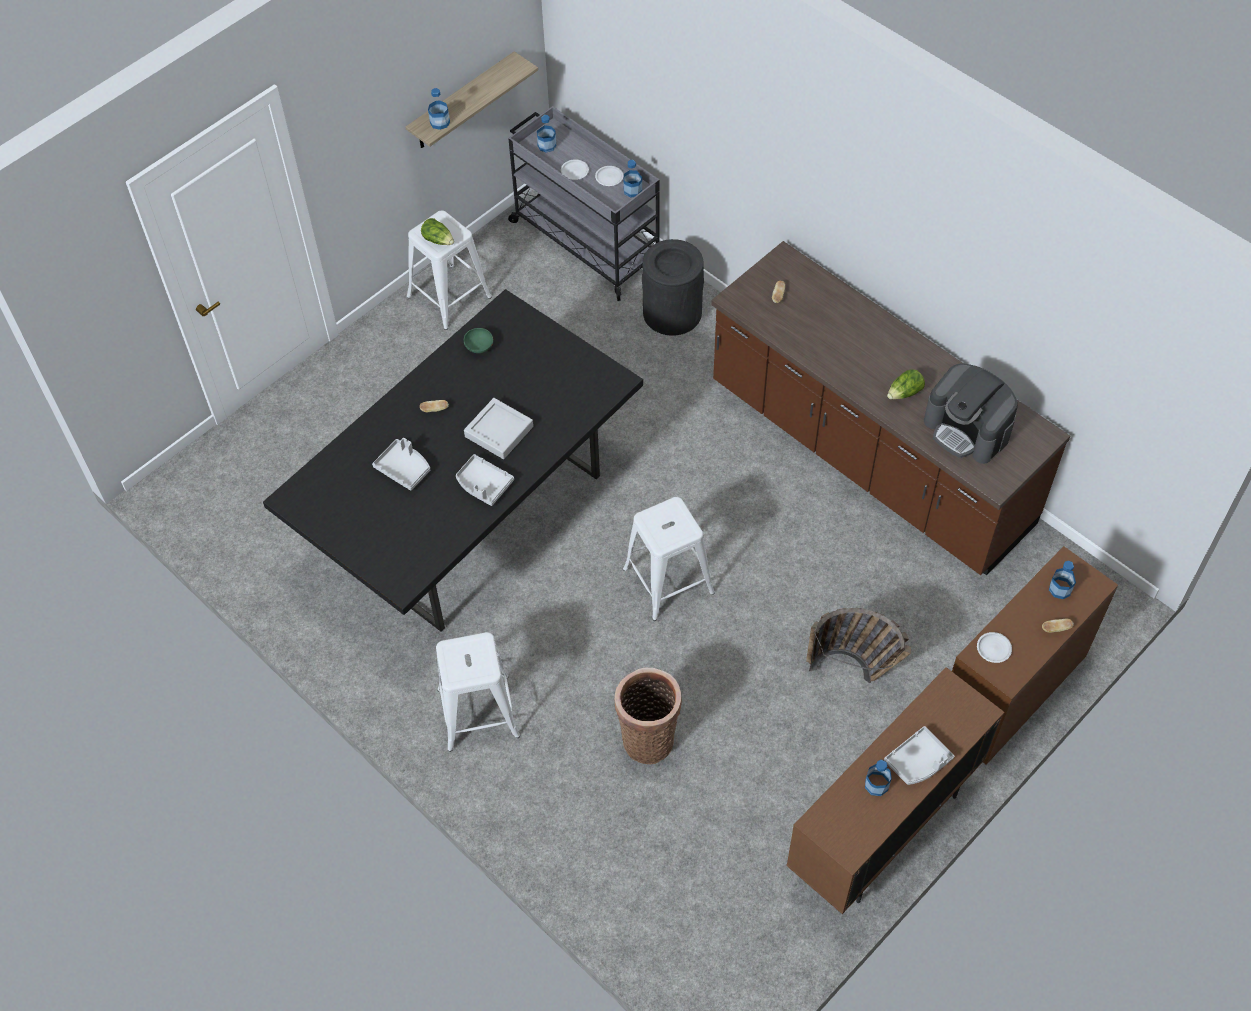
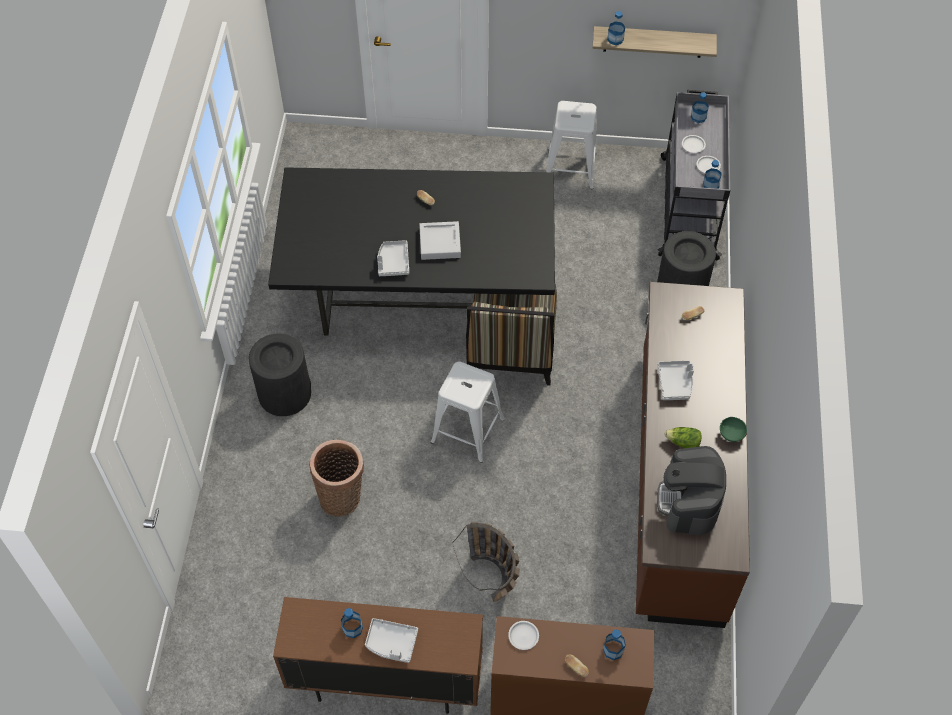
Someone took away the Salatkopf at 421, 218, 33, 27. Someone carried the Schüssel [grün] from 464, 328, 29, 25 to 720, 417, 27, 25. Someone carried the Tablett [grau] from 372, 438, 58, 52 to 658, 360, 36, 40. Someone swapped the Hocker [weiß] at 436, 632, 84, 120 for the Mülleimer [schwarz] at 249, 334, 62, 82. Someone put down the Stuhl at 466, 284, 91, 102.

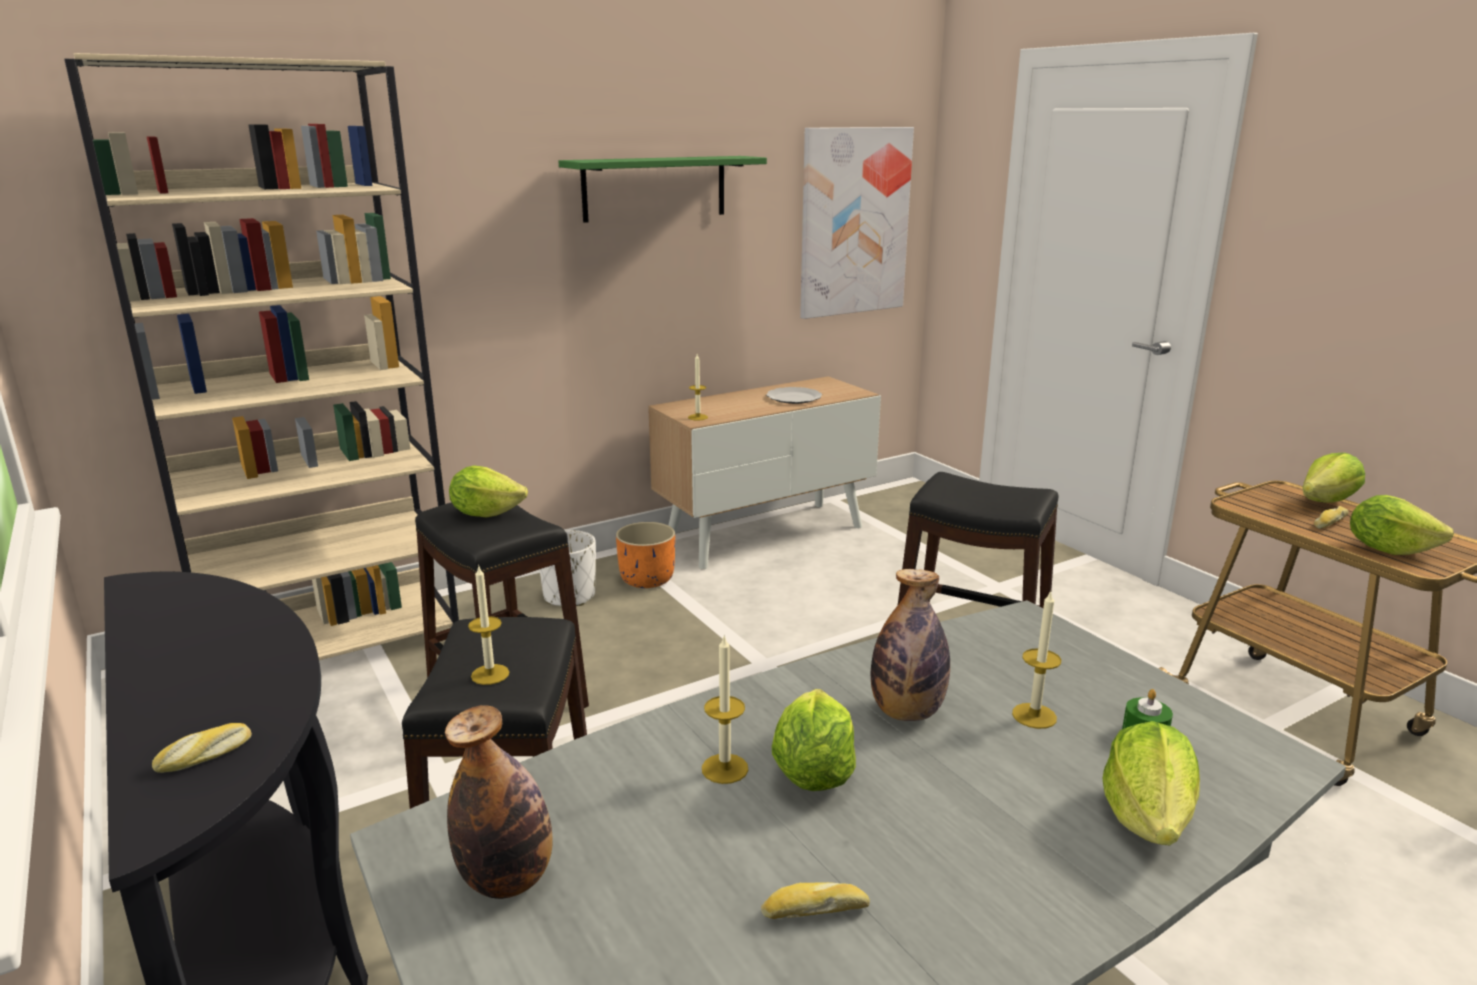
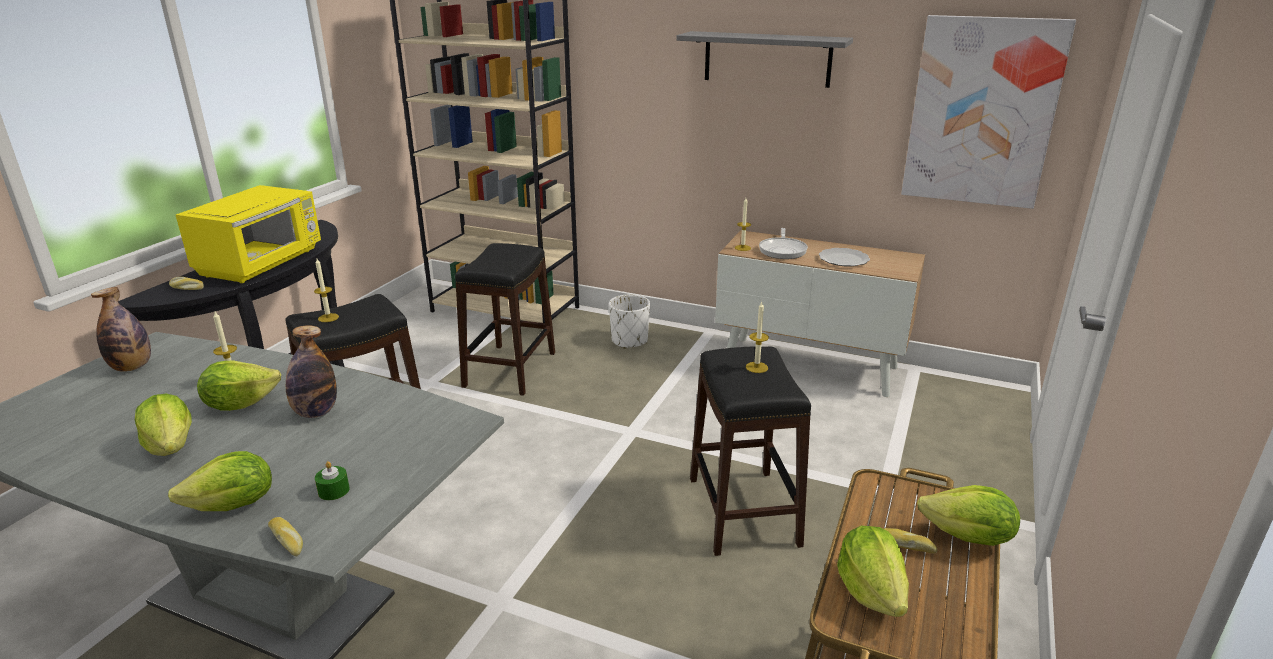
Someone repainted the Wandregal [grün] at 559, 156, 208, 67, which became the Wandregal [grau] at 676, 31, 177, 57. Someone carried the Salatkopf from 449, 466, 79, 52 to 135, 393, 57, 63. Someone took away the Pflanzkübel [orange] at 616, 522, 59, 66. Someone carried the Kerze from 1012, 590, 49, 139 to 746, 302, 23, 71. Someone carried the Brot from 761, 882, 109, 37 to 268, 517, 35, 39. Someone put down the Mikrowelle [gelb] at 176, 185, 145, 98. Someone put down the Pfanne at 759, 228, 49, 31.

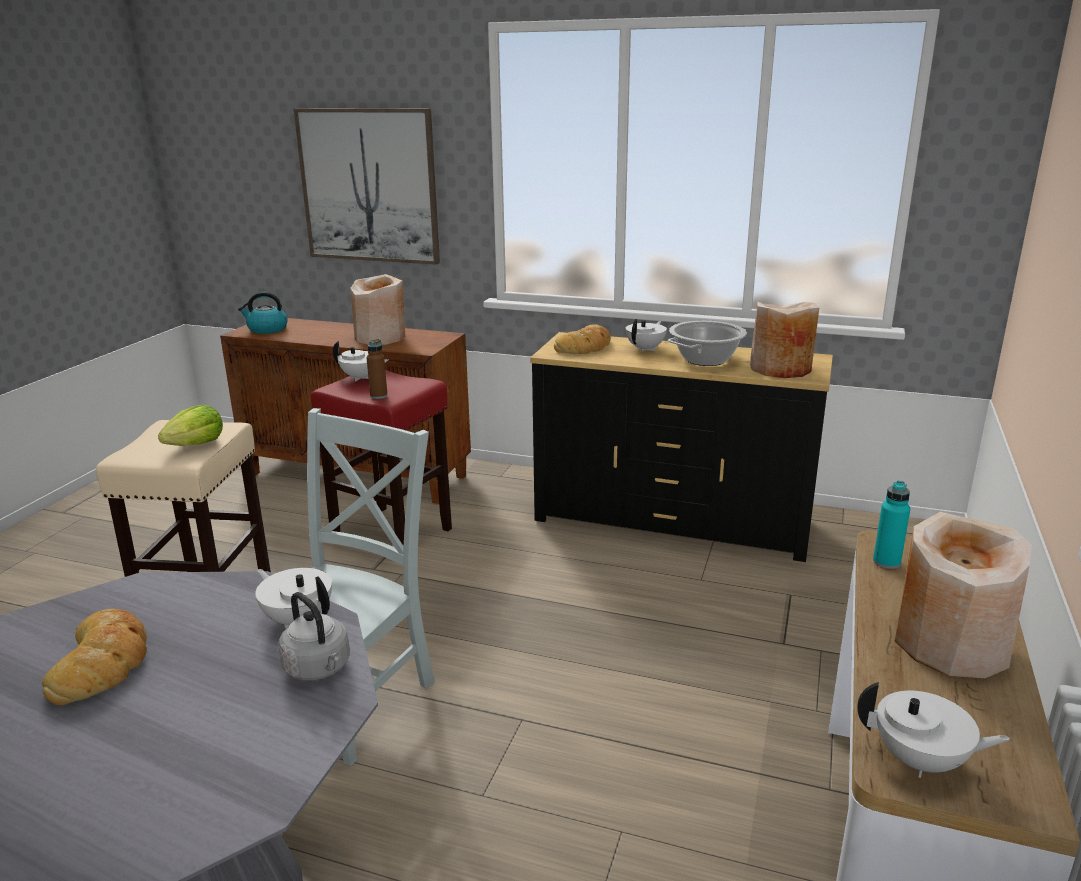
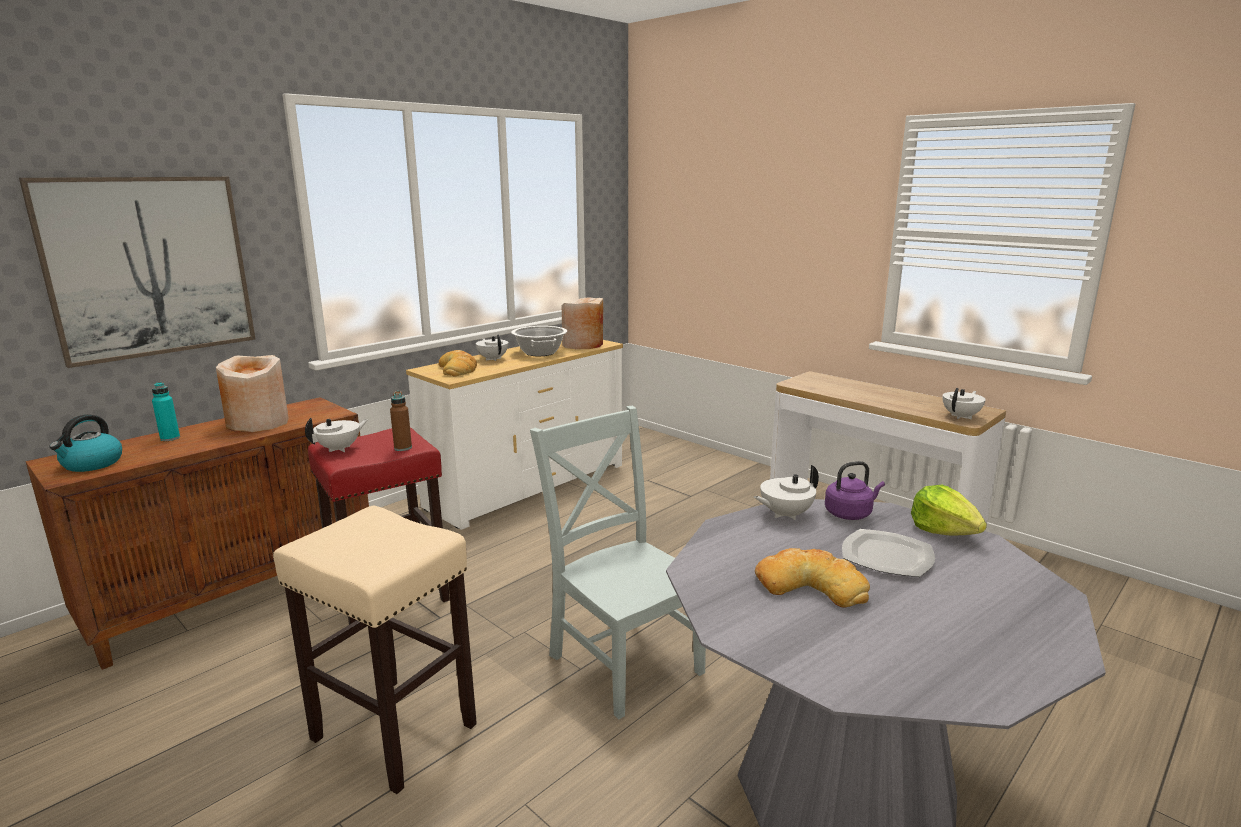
Someone repainted the Kommode [schwarz] at 530, 332, 303, 230, which became the Kommode [weiß] at 406, 340, 217, 190. Someone carried the Salatkopf from 158, 405, 65, 41 to 911, 484, 76, 51. Someone carried the Flasche [türkis] from 873, 481, 37, 88 to 152, 382, 28, 59. Someone took away the Vase [beige] at 895, 512, 137, 166. Someone repainted the Wasserkessel [grau] at 279, 592, 71, 89, which became the Wasserkessel [lila] at 825, 461, 60, 59. Someone put down the Teller at 842, 529, 93, 48.

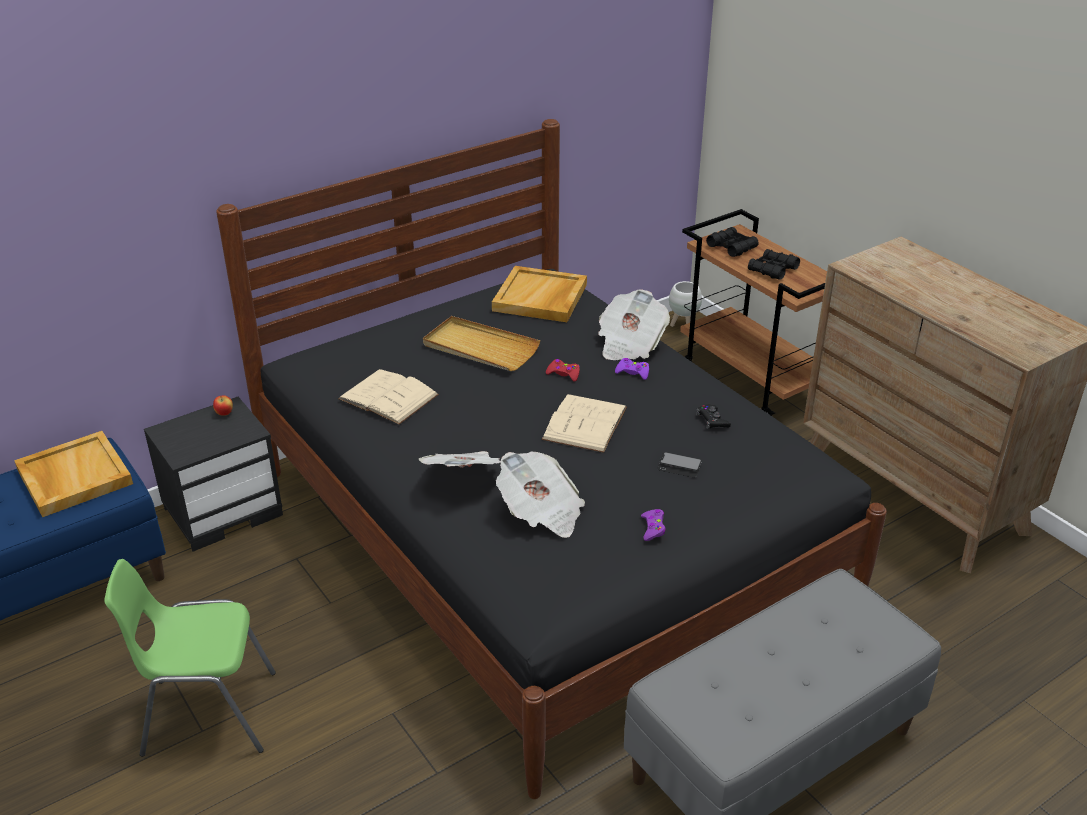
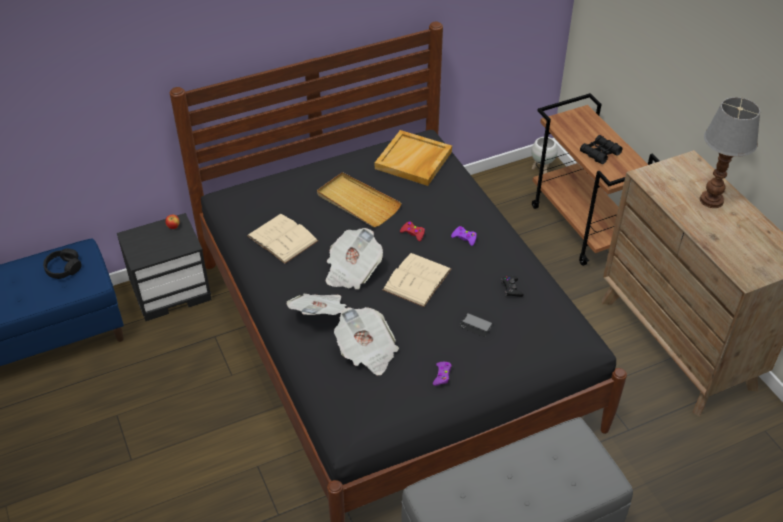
Someone took away the Fernglas [schwarz] at 706, 227, 53, 30. Someone carried the Zeitung from 598, 289, 72, 71 to 326, 228, 57, 61. Someone swapped the Tablett [beige] at 14, 431, 119, 86 for the Kopfhörer [schwarz] at 43, 248, 38, 31. Someone took away the Stuhl [grün] at 104, 559, 172, 198. Someone put down the Tischlampe at 700, 97, 60, 111.

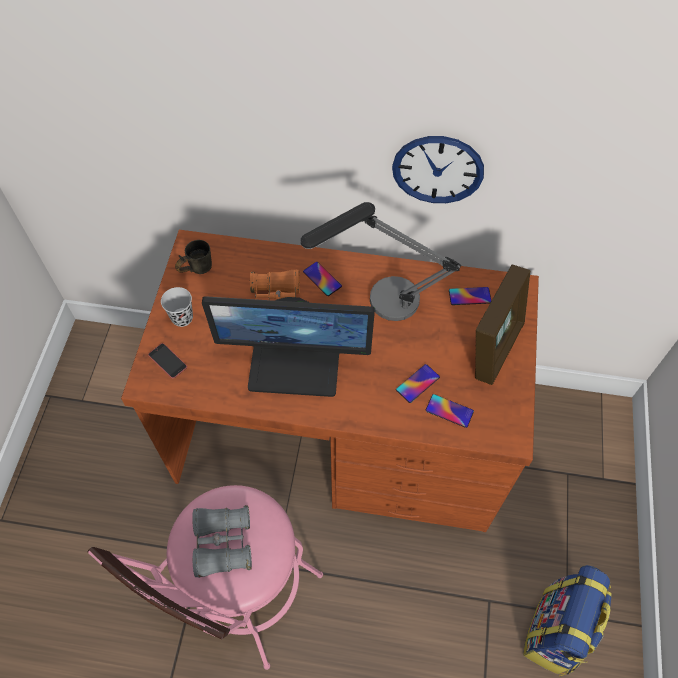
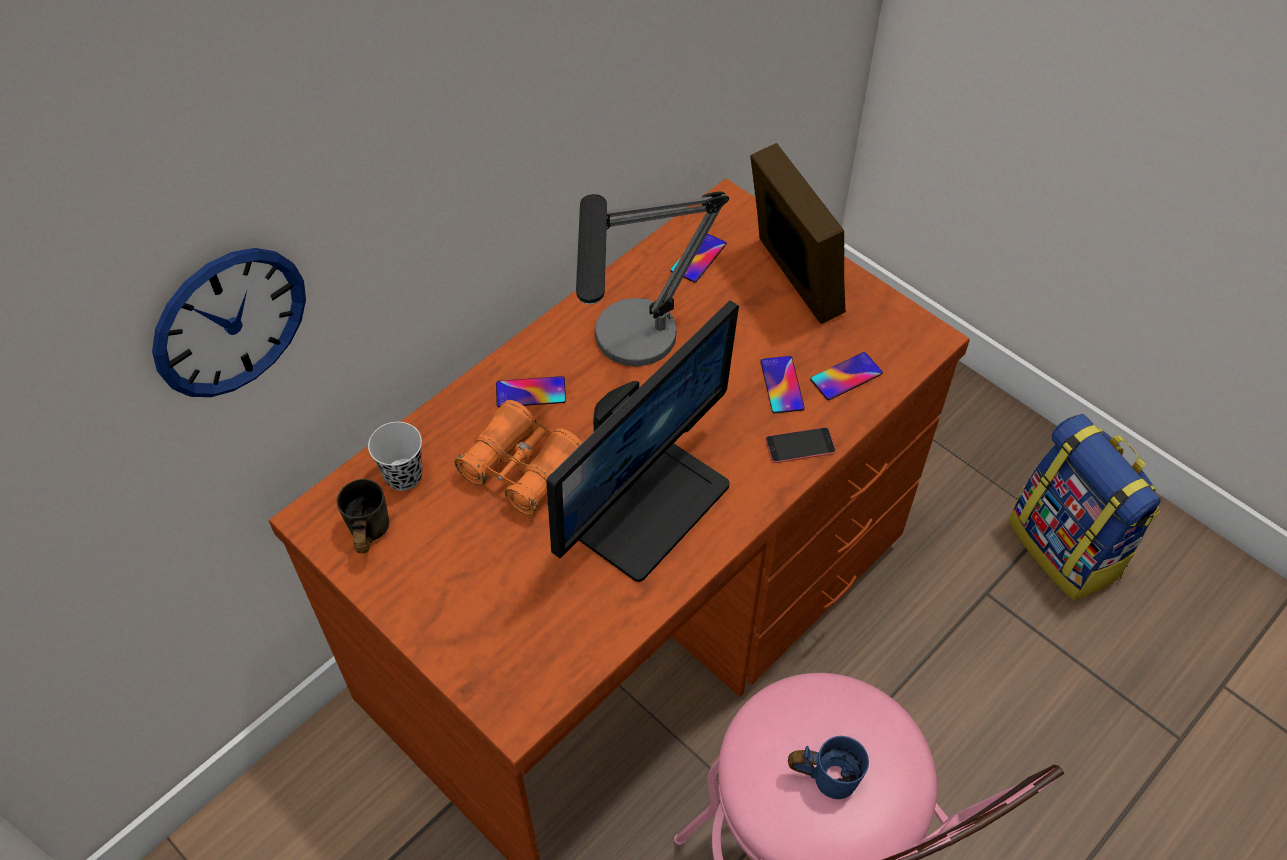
Someone carried the Wanduhr from 392, 136, 92, 67 to 152, 248, 154, 149. Someone carried the Tasse [schwarz] from 161, 287, 32, 40 to 368, 422, 55, 69. Someone carried the Handy from 148, 343, 39, 36 to 765, 427, 71, 36. Someone swapped the Fernglas [grau] at 192, 505, 60, 73 for the Henkelbecher [blau] at 788, 736, 81, 63.

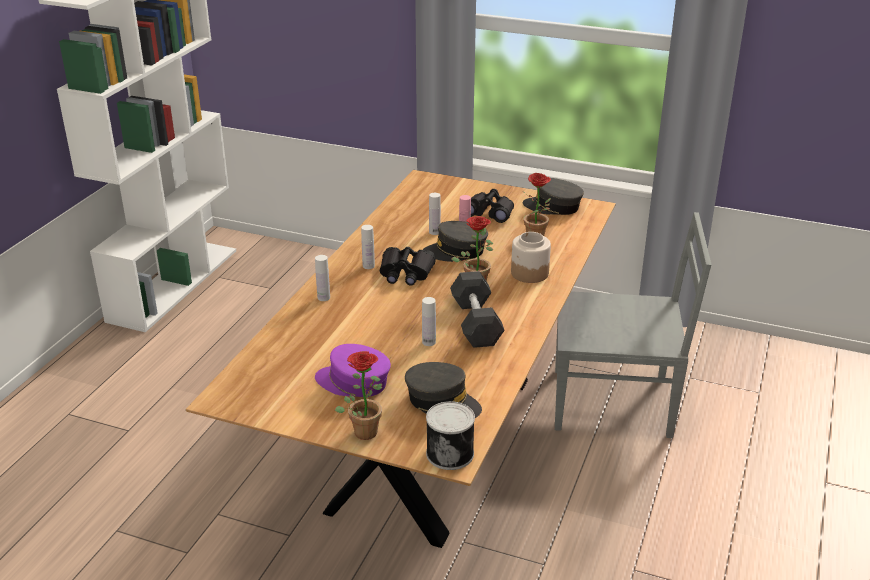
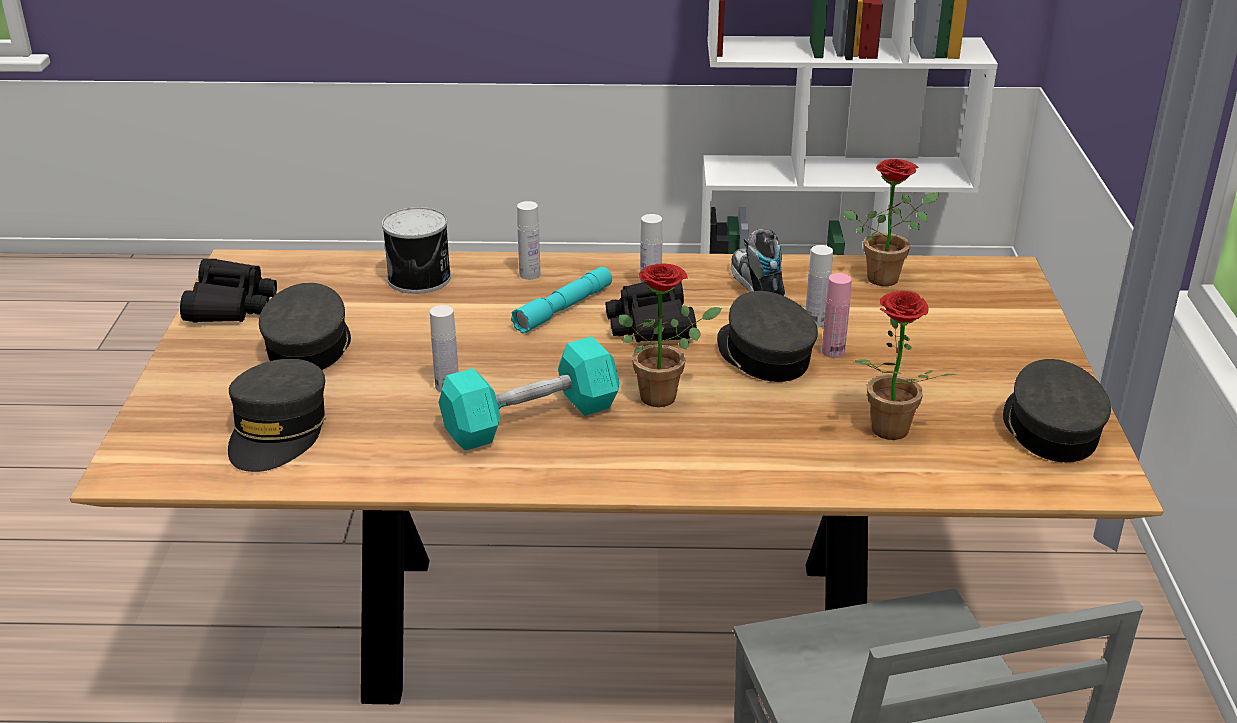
Someone carried the Fernglas [schwarz] from 471, 189, 43, 34 to 180, 259, 97, 64. Someone took away the Vorratsglas at 511, 232, 40, 51. Someone repainted the Hantel [grau] at 450, 271, 55, 77, which became the Hantel [türkis] at 439, 337, 181, 114. Someone repainted the Kappe [lila] at 315, 344, 76, 53, which became the Kappe [grau] at 259, 283, 92, 87. Someone carried the Topfpflanze from 335, 351, 47, 89 to 843, 159, 96, 127. Someone carried the Dose from 426, 401, 49, 69 to 382, 207, 69, 87. Someone put down the Schuh at 730, 229, 55, 67. Someone put down the Taschenlampe [türkis] at 511, 267, 101, 67.

